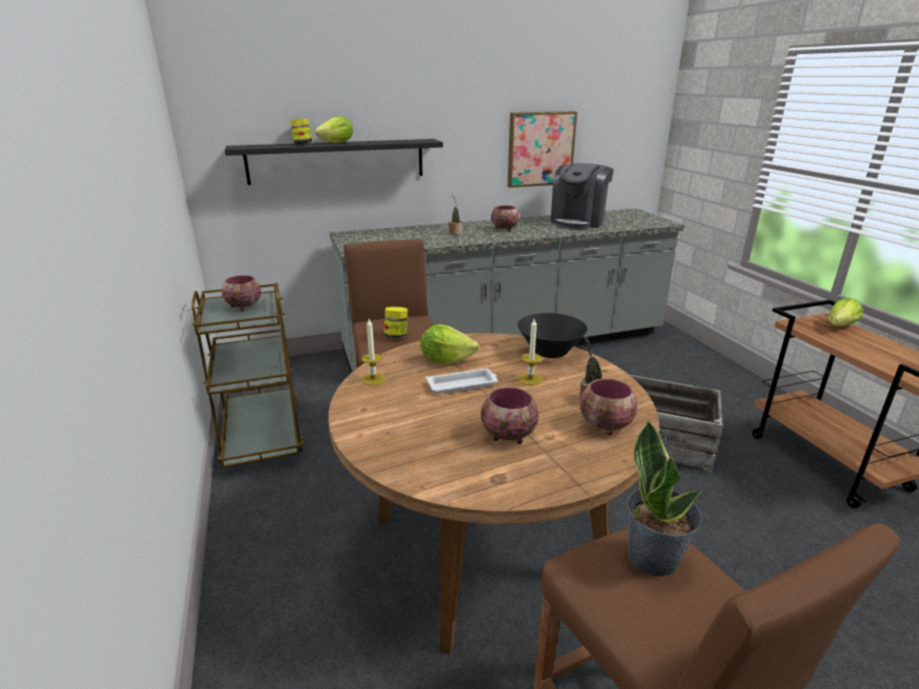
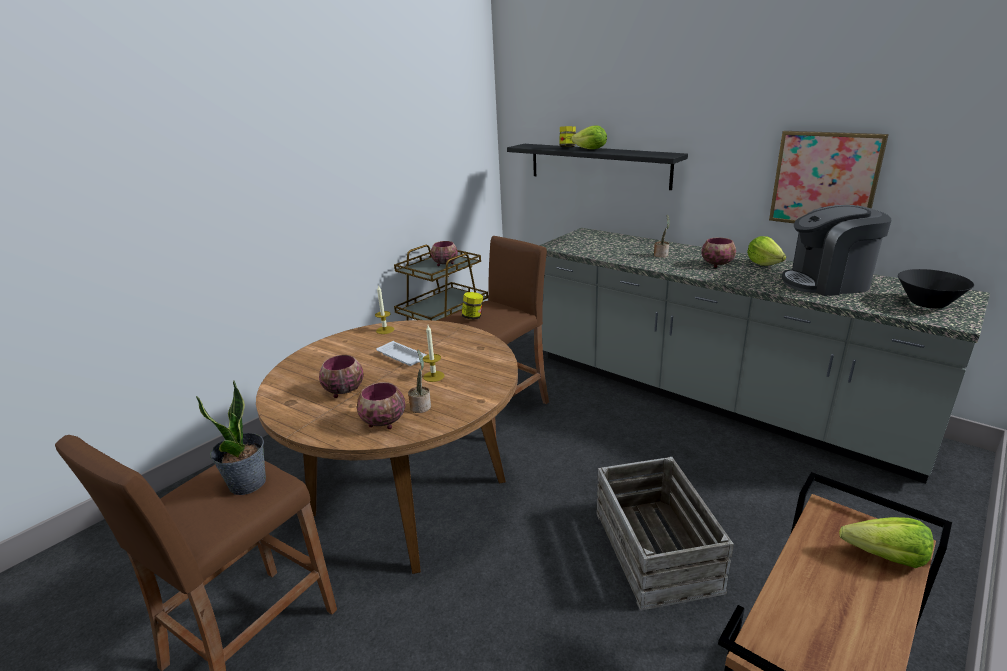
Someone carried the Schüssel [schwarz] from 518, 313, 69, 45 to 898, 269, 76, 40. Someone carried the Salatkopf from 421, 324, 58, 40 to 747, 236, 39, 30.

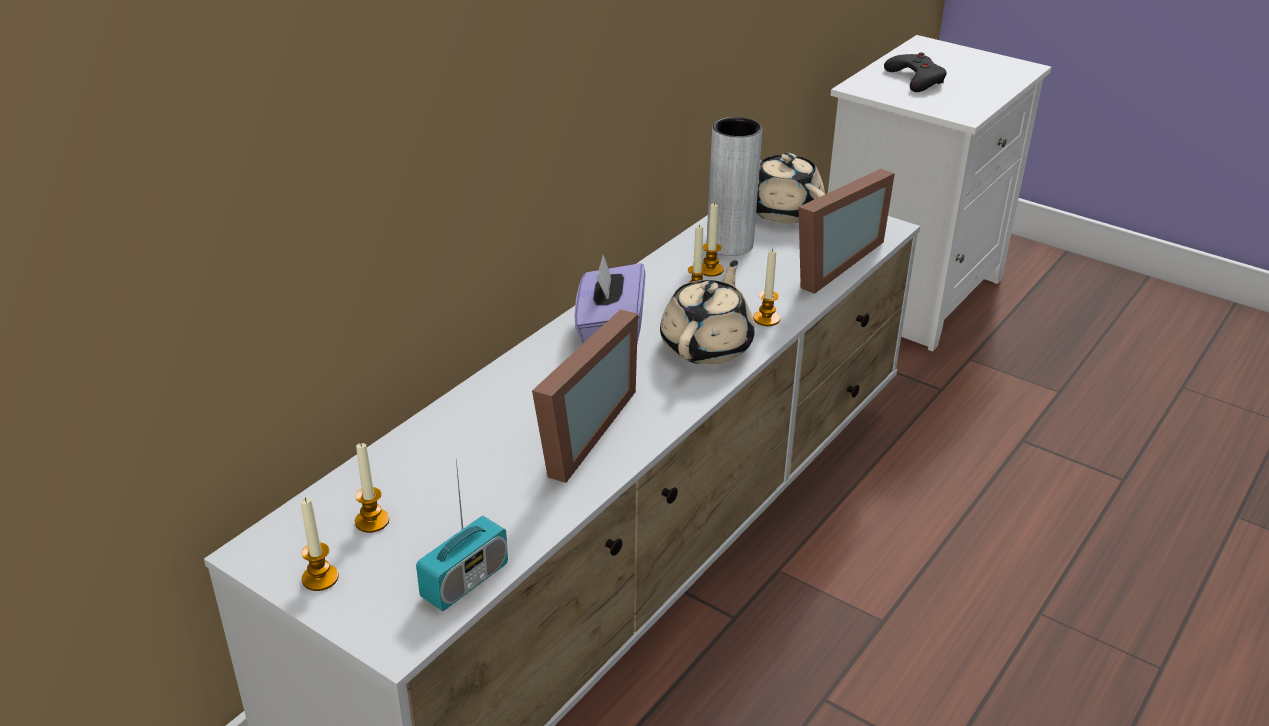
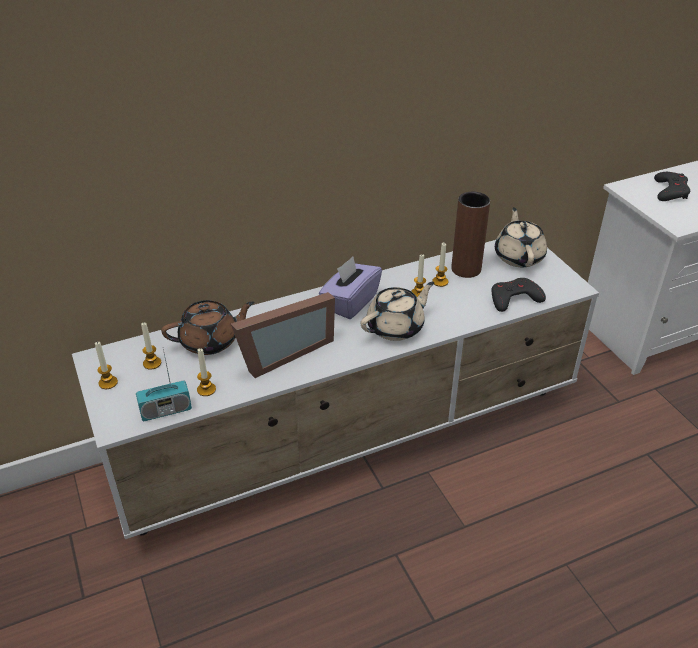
Someone repainted the Vase [grau] at 707, 117, 55, 139, which became the Vase [braun] at 451, 192, 39, 86. Someone swapped the Bilderrahmen at 799, 169, 96, 125 for the Gamepad [schwarz] at 491, 278, 55, 34. Someone carried the Kerze from 753, 249, 27, 77 to 197, 348, 19, 48. Someone put down the Teekanne [braun] at 161, 300, 94, 55.

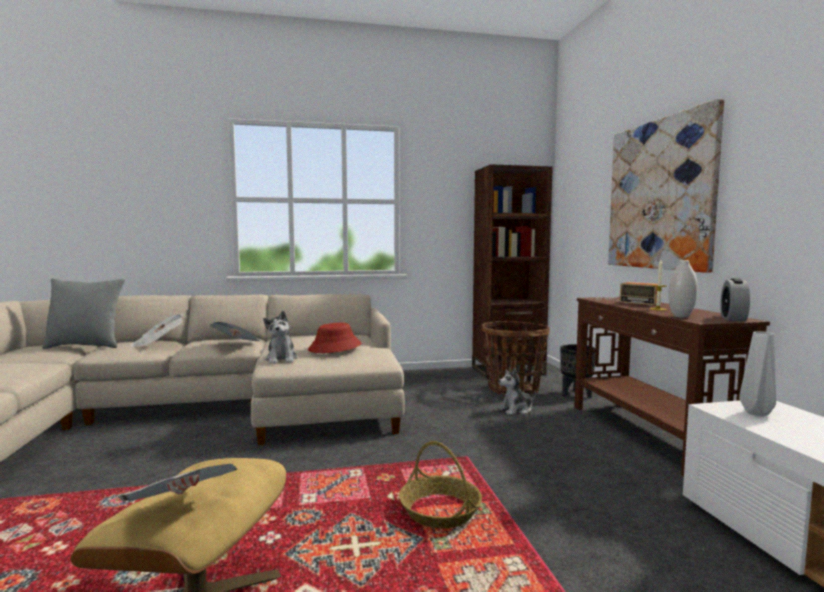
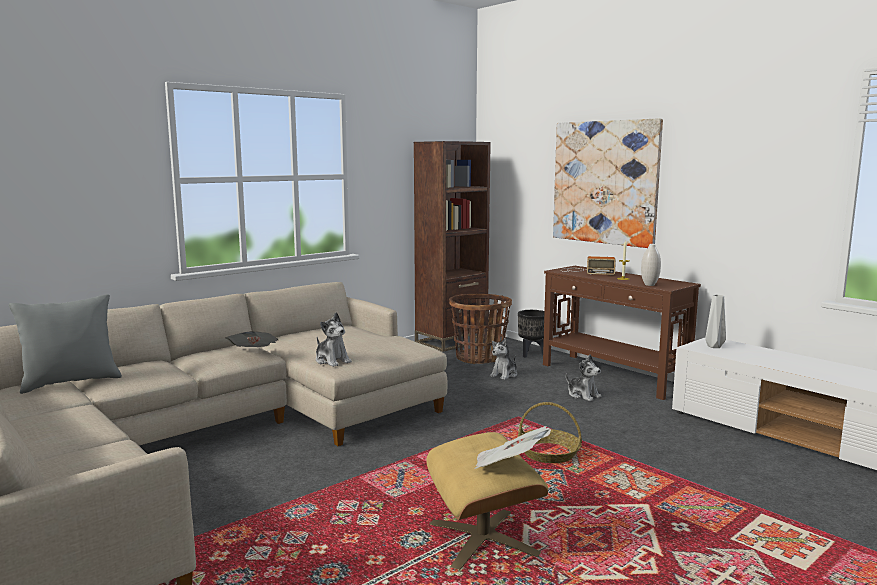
Someone took away the Wecker at 720, 278, 30, 43. Someone took away the Zeitung at 130, 314, 54, 33. Someone took away the Hut [rot] at 308, 322, 53, 31. Someone put down the Plüschtier at 566, 354, 36, 47.

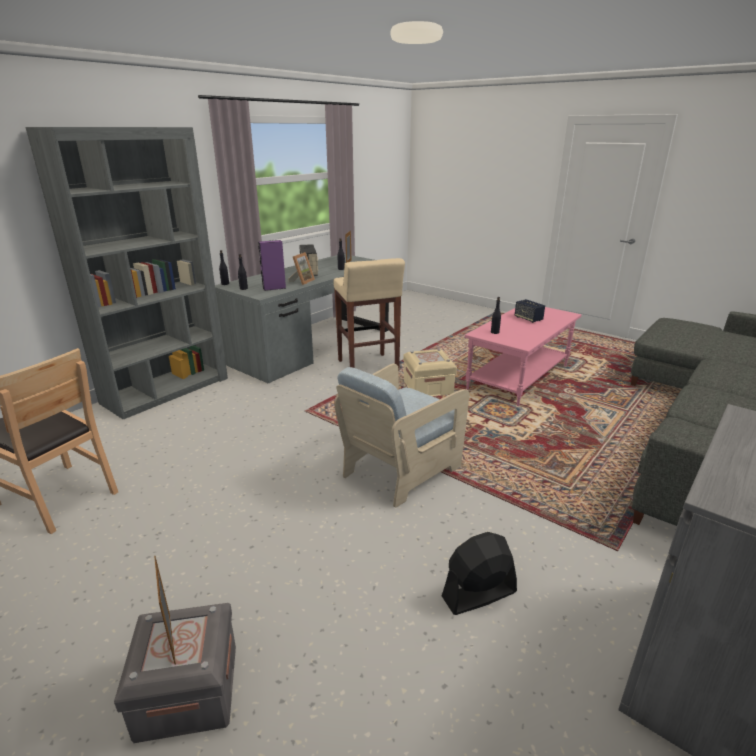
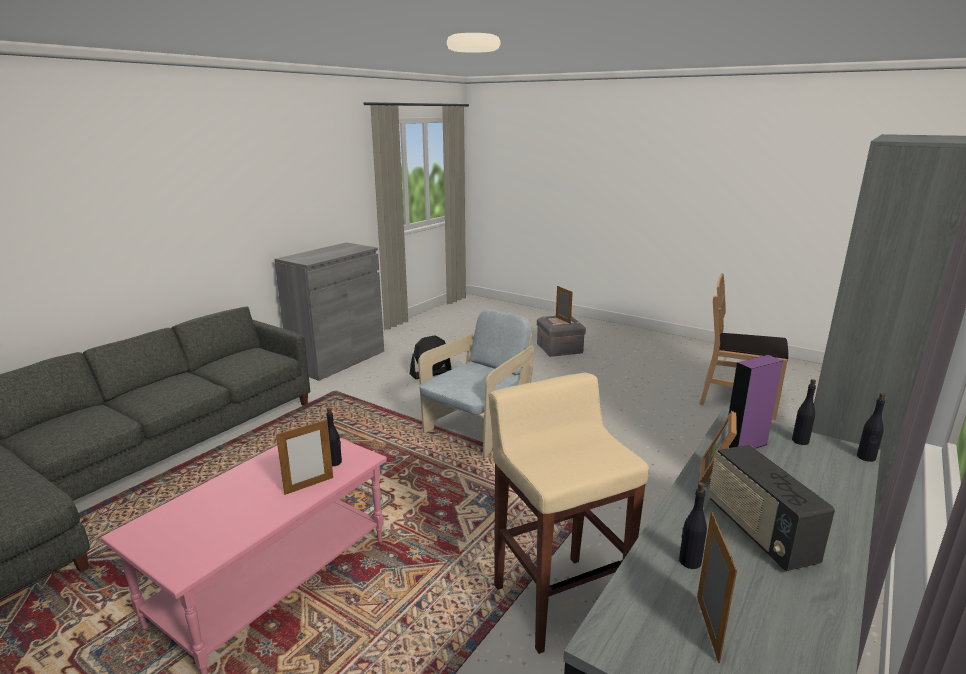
Someone took away the Lautsprecher at 515, 299, 30, 24. Someone took away the Aufbewahrungsbox [beige] at 403, 349, 54, 47. Someone put down the Bilderrahmen at 276, 419, 57, 76.

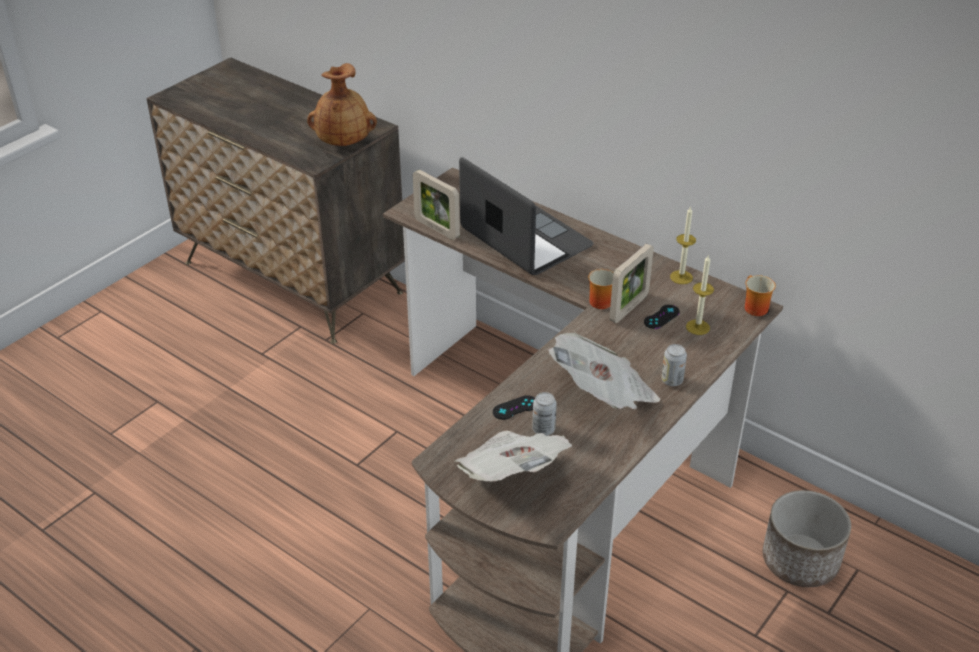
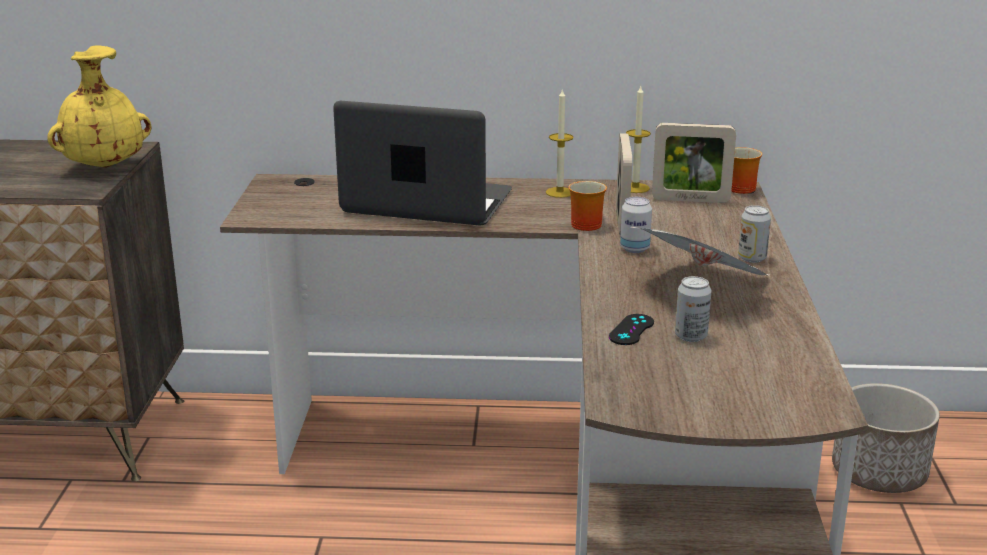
Someone repainted the Vase [braun] at 307, 63, 70, 83, which became the Vase [gelb] at 47, 45, 105, 123. Someone carried the Bilderrahmen from 413, 170, 47, 70 to 652, 123, 84, 80. Someone carried the Kerze from 686, 254, 28, 81 to 546, 88, 28, 110. Someone took away the Gamepad [schwarz] at 644, 305, 36, 24. Someone took away the Zeitung at 455, 430, 117, 51. Someone put down the Dose at 620, 197, 32, 56.

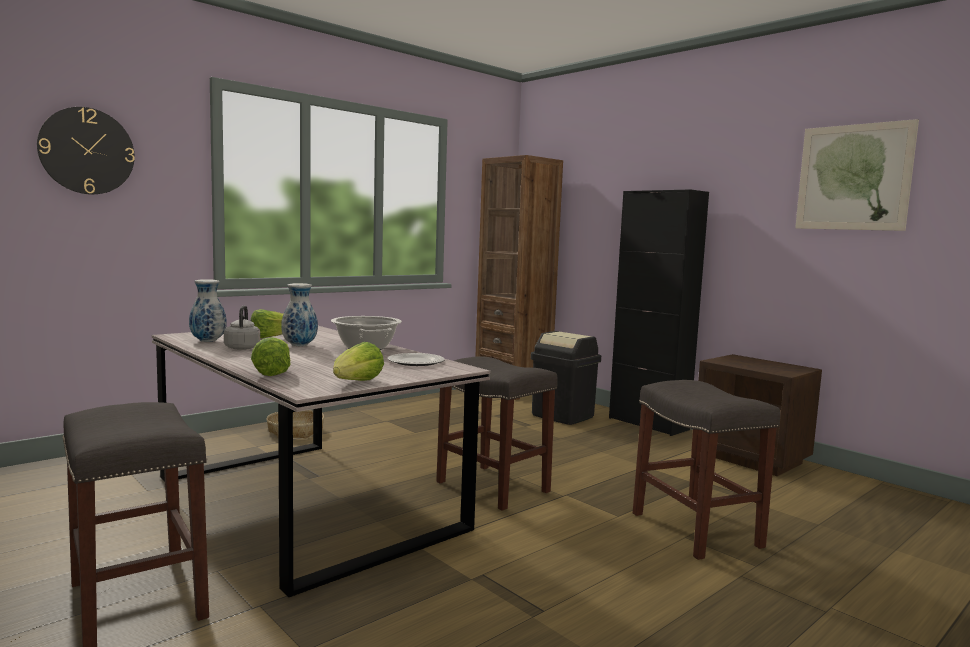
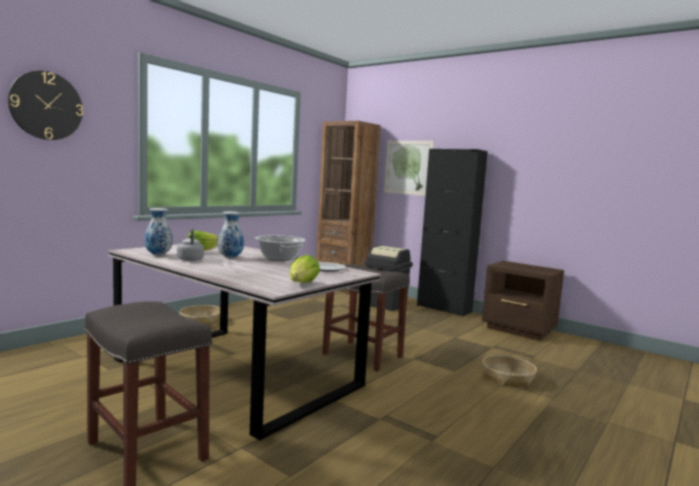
Someone carried the Bild from 795, 119, 124, 112 to 384, 141, 50, 55. Someone took away the Salatkopf at 251, 337, 39, 39. Someone swapped the Hocker [grau] at 633, 380, 147, 180 for the Korb at 482, 355, 55, 33.

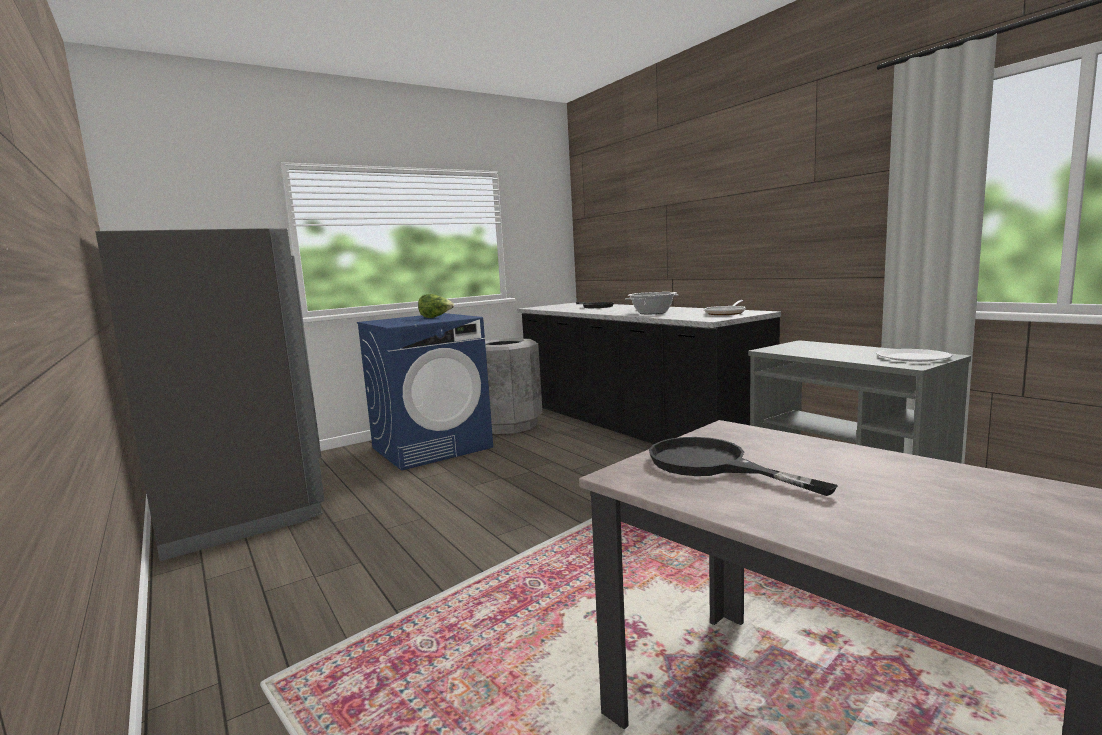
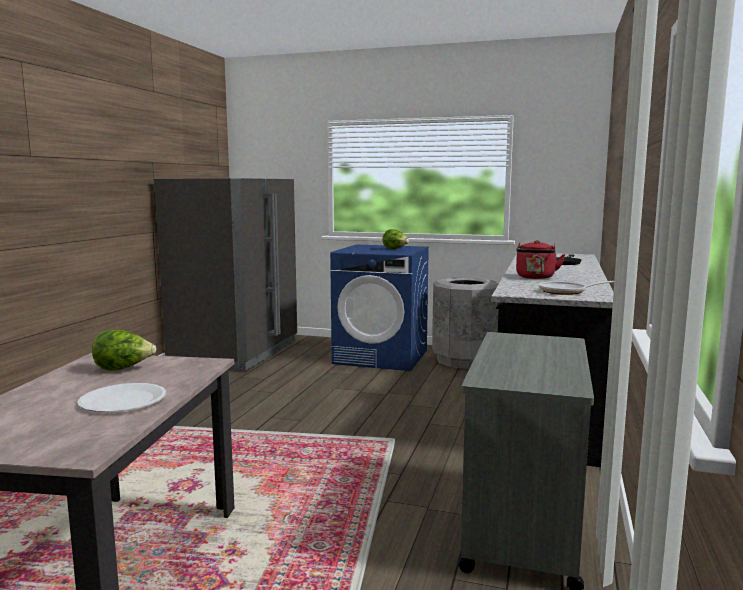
Someone swapped the Kochtopf at 625, 292, 53, 22 for the Wasserkessel [rot] at 516, 240, 49, 39. Someone carried the Teller [weiß] from 876, 349, 76, 13 to 77, 383, 89, 29. Someone swapped the Pfanne [schwarz] at 649, 437, 189, 59 for the Salatkopf at 92, 329, 64, 42.

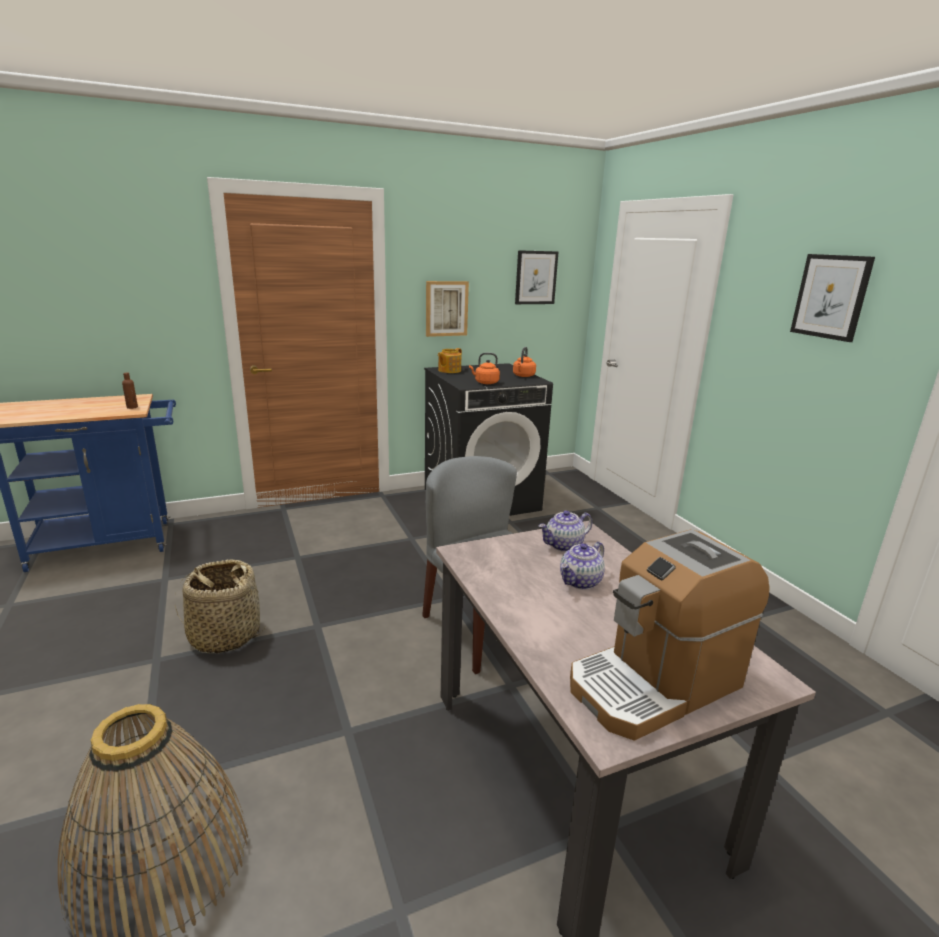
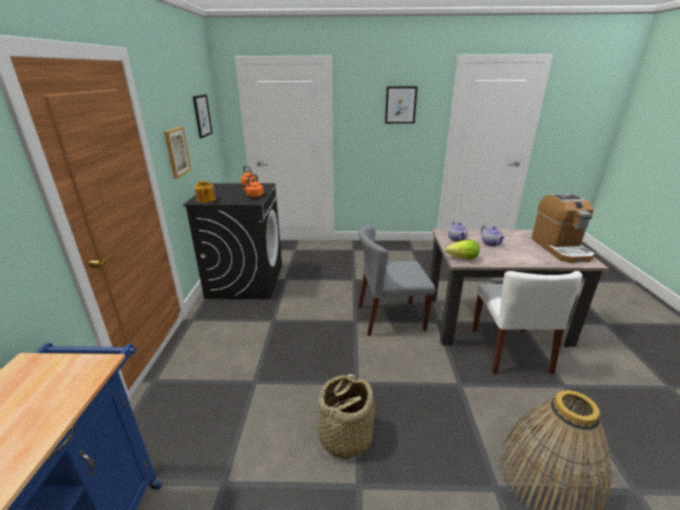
Someone took away the Flasche [braun] at 122, 373, 16, 36. Someone put down the Salatkopf at 445, 240, 35, 19. Someone put down the Stuhl [weiß] at 472, 271, 110, 103.

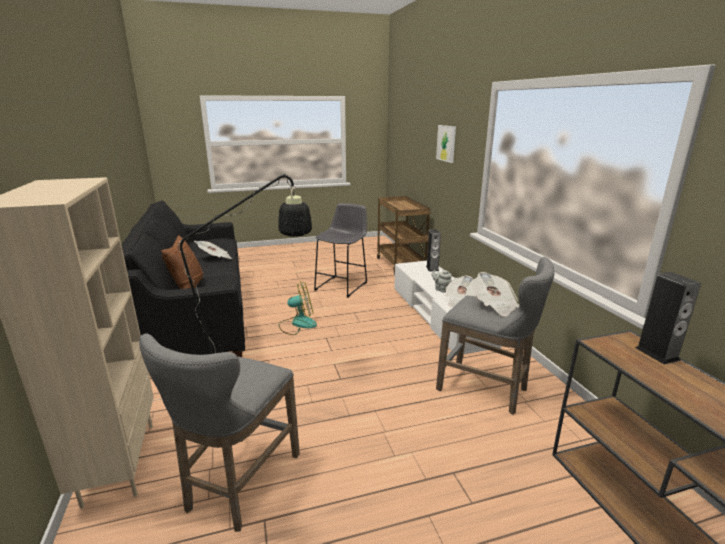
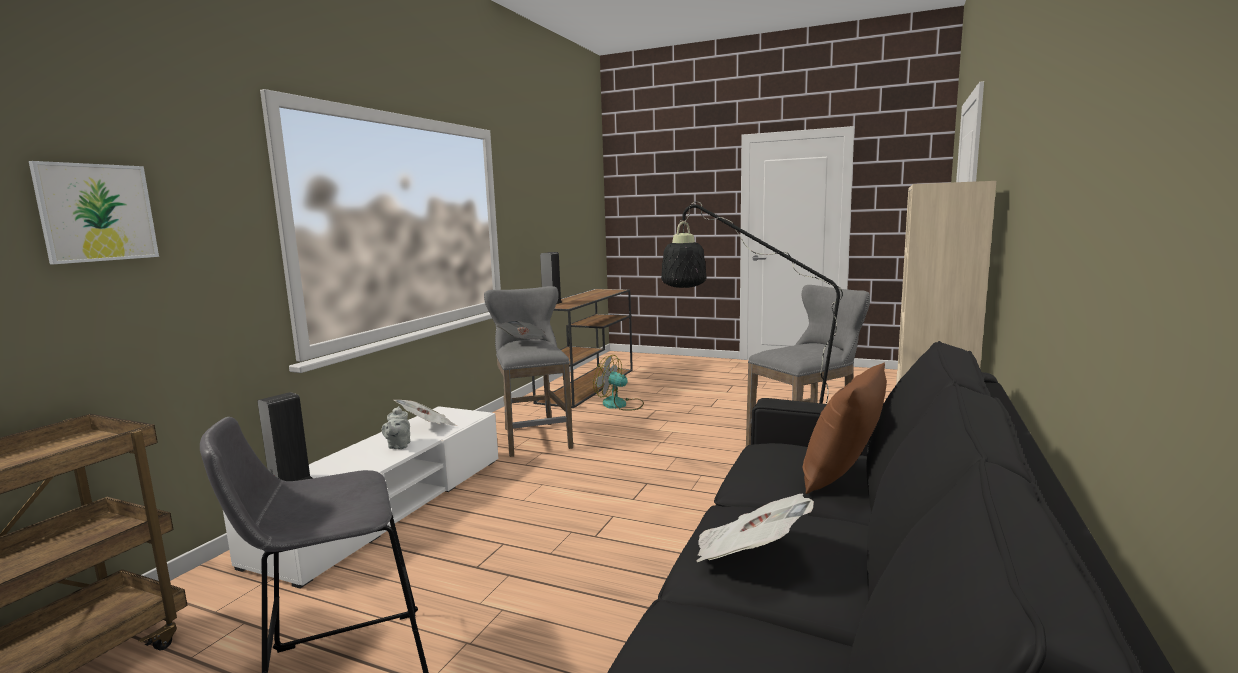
Someone carried the Ventilator from 279, 281, 38, 54 to 593, 355, 51, 56.

